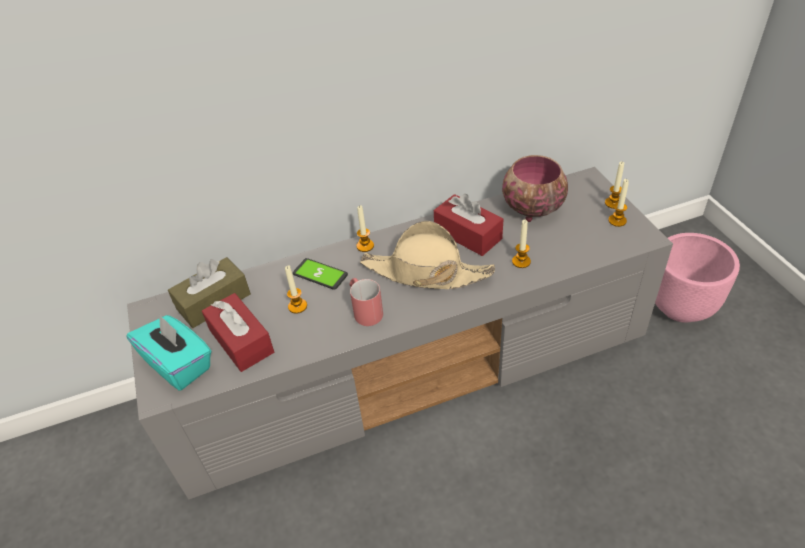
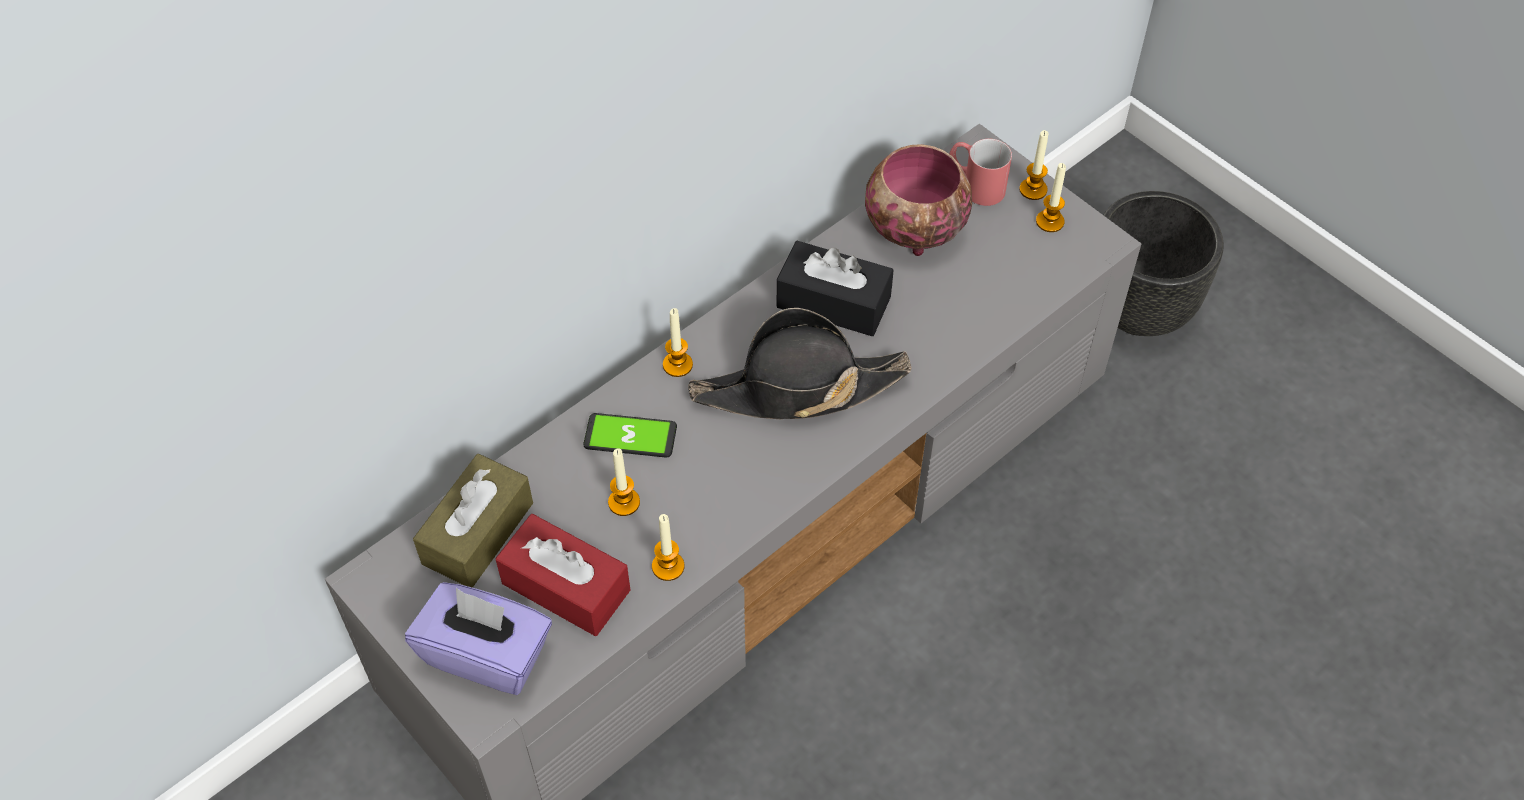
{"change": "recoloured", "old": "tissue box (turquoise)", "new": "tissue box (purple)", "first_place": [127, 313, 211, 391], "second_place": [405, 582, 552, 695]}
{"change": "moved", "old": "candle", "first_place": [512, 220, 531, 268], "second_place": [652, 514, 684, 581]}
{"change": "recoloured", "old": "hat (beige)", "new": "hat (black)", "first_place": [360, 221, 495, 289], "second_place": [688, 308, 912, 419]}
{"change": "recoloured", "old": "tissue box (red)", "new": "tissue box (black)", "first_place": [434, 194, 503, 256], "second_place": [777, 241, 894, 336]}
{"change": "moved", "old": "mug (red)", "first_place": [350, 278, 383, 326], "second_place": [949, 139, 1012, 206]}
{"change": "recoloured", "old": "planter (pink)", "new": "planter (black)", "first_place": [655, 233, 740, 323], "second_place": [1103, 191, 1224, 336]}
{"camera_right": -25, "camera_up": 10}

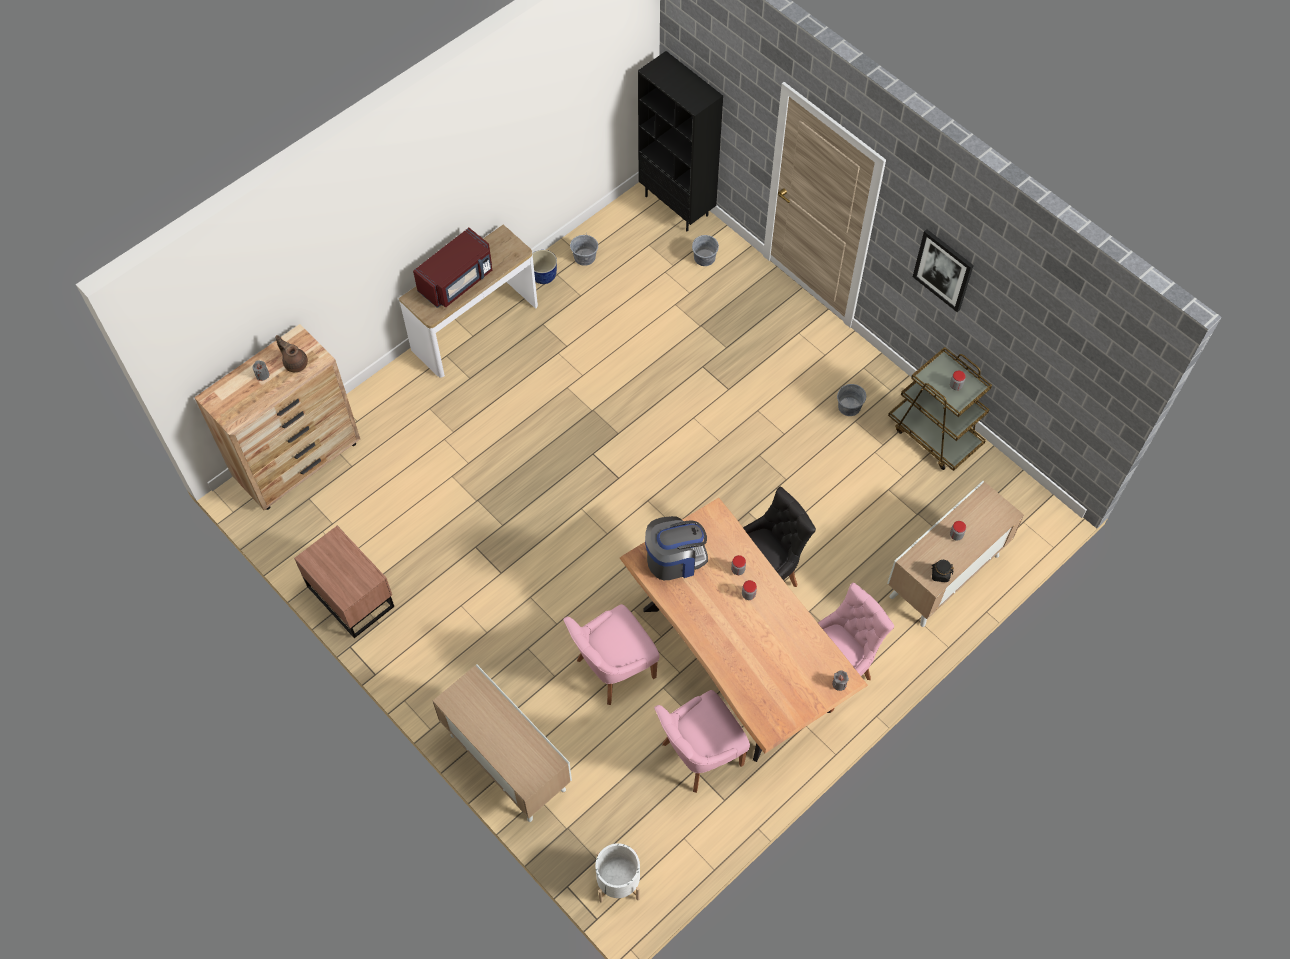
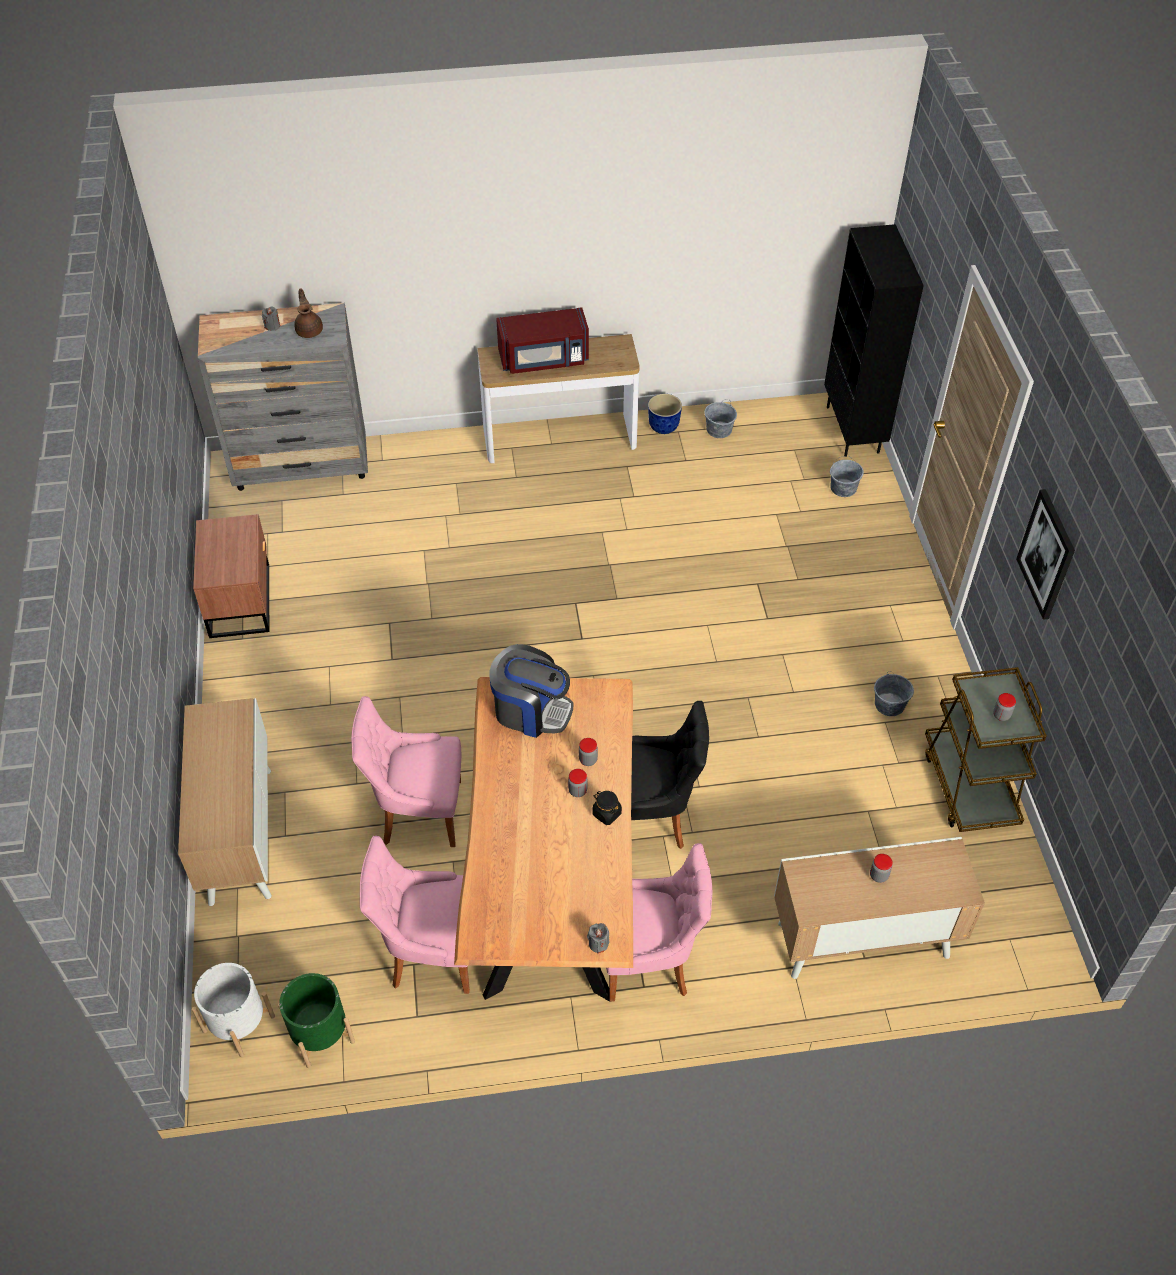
{"change": "recoloured", "old": "dresser (brown)", "new": "dresser (grey)", "first_place": [194, 324, 360, 510], "second_place": [198, 303, 368, 491]}
{"change": "added", "new": "planter (green)", "second_place": [278, 973, 355, 1068]}
{"change": "moved", "old": "jar (black)", "first_place": [931, 560, 954, 582], "second_place": [592, 791, 622, 825]}
{"camera_right": 35, "camera_up": -10}

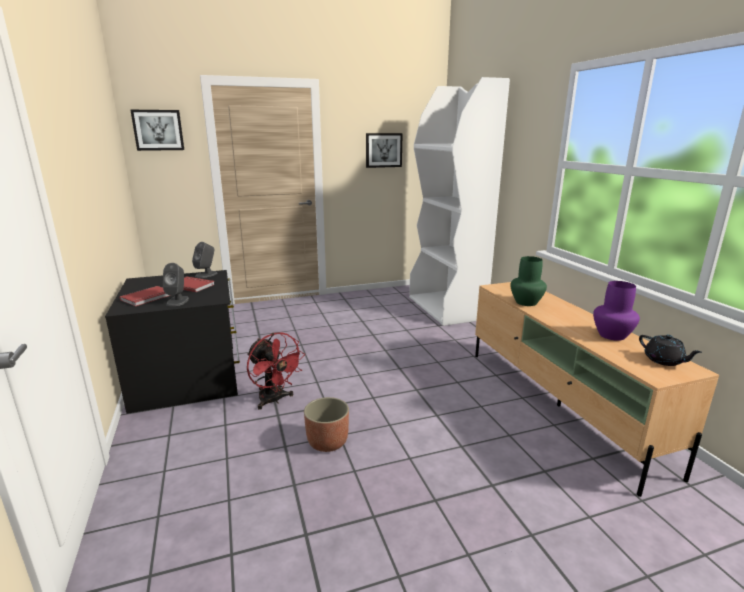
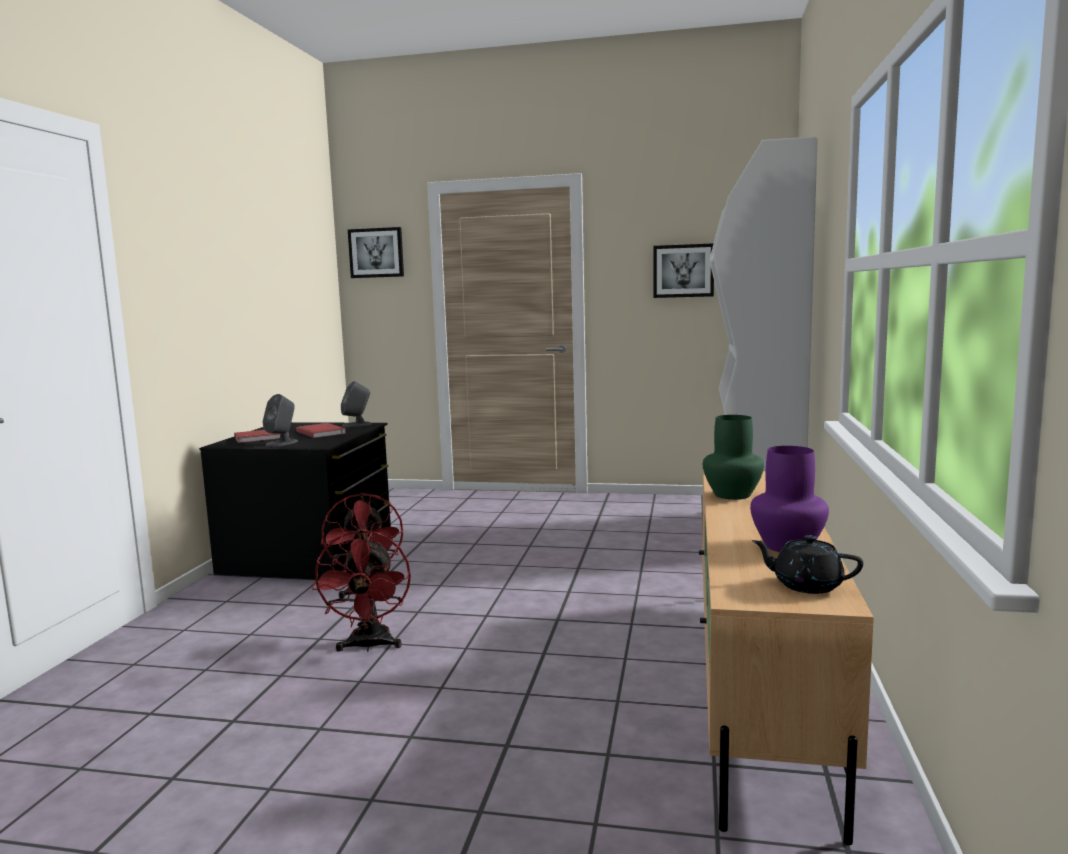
{"change": "replaced", "old": "planter", "new": "fan (red)", "first_place": [304, 397, 349, 452], "second_place": [312, 529, 411, 652]}
{"change": "turned", "old": "teapot (black)", "first_place": [639, 335, 702, 366], "second_place": [752, 535, 863, 594], "degrees": 120}
{"camera_right": 30, "camera_up": -10}

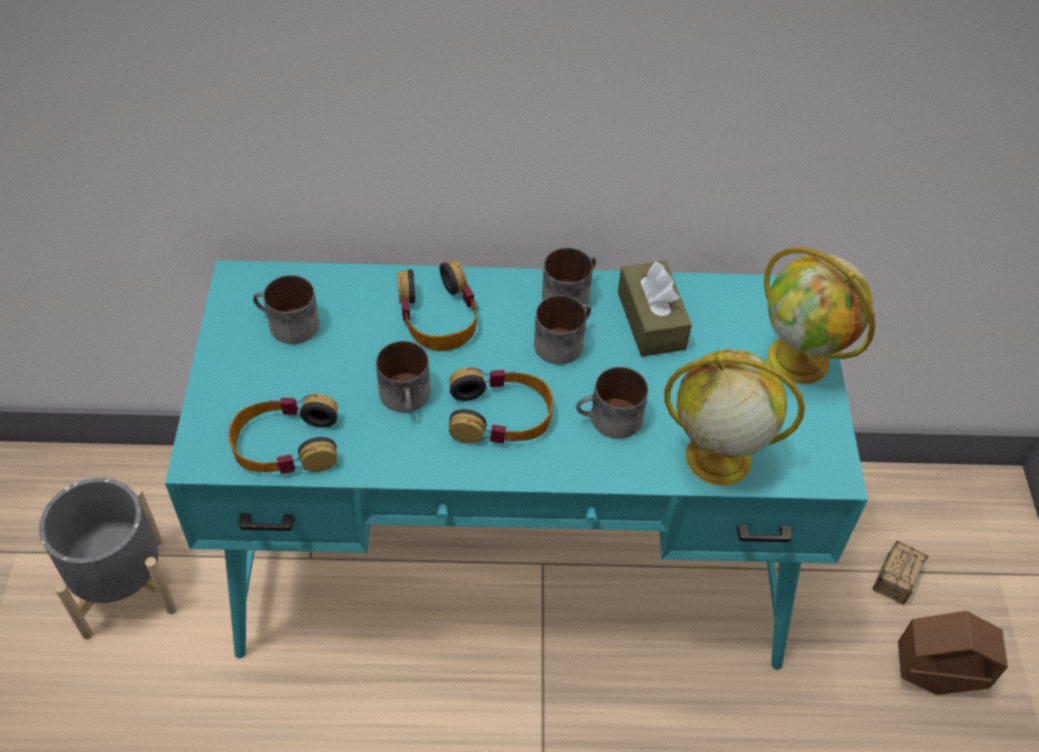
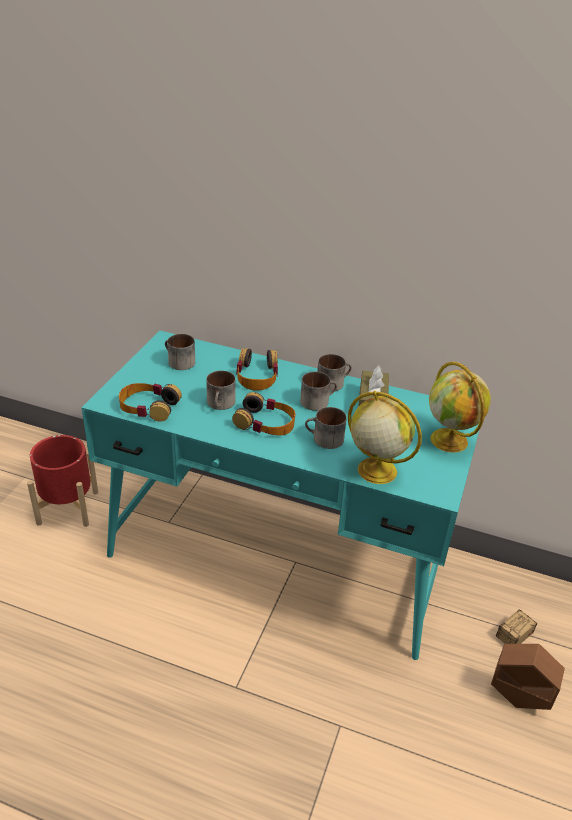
{"change": "recoloured", "old": "planter (grey)", "new": "planter (red)", "first_place": [39, 478, 177, 639], "second_place": [27, 435, 98, 527]}
{"camera_right": 20, "camera_up": -15}

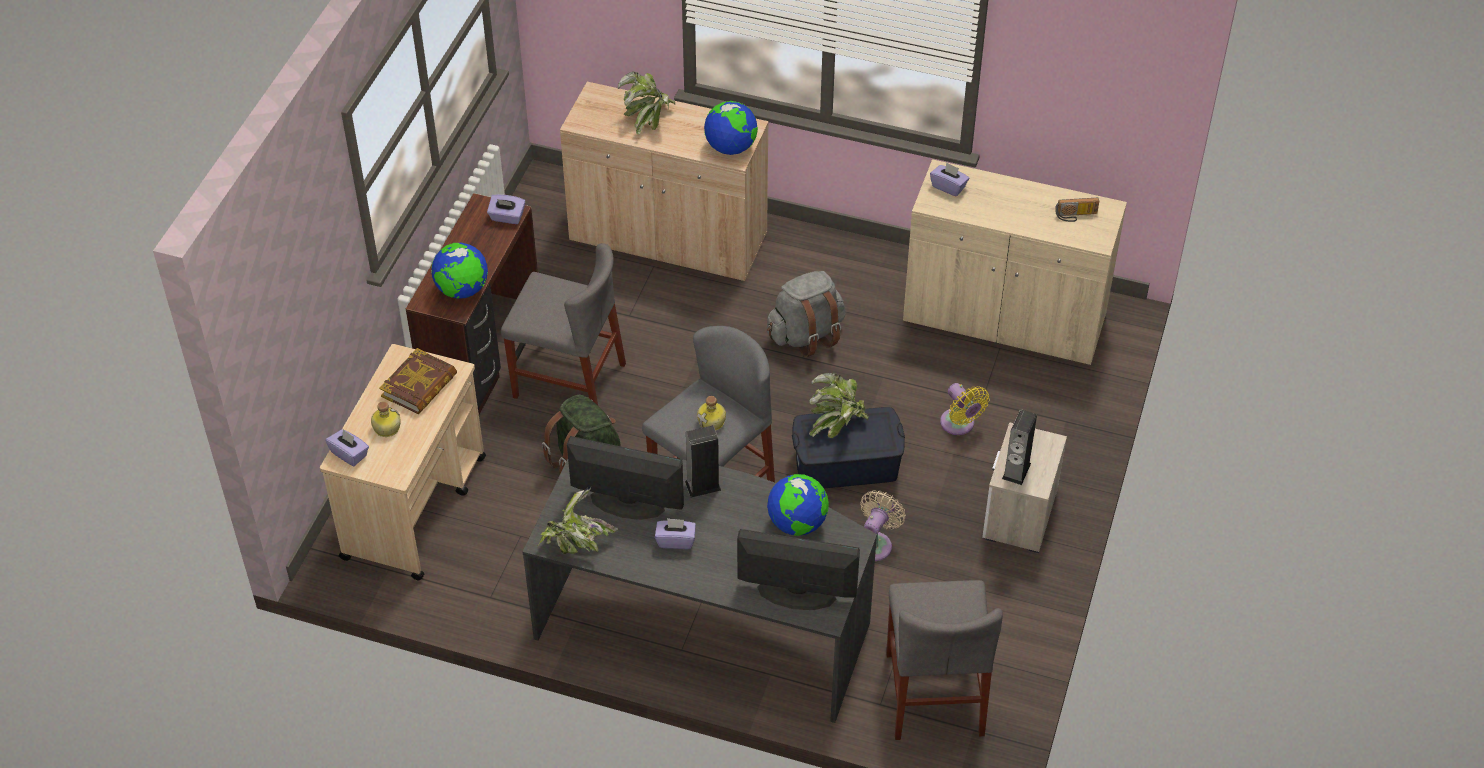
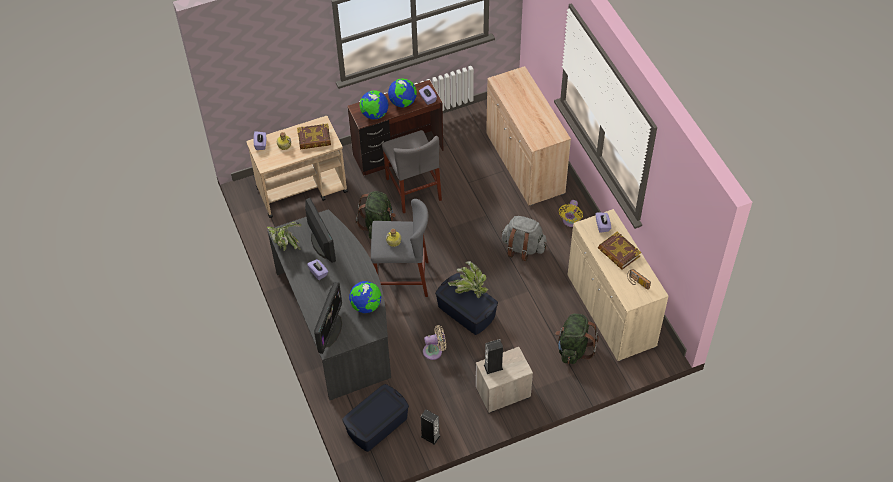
{"change": "turned", "old": "monitor", "first_place": [737, 529, 860, 610], "second_place": [314, 282, 342, 354], "degrees": 45}
{"change": "replaced", "old": "chair (grey)", "new": "storage box (blue)", "first_place": [886, 580, 1003, 740], "second_place": [342, 384, 409, 452]}
{"change": "moved", "old": "globe", "first_place": [704, 101, 758, 155], "second_place": [388, 78, 417, 107]}
{"change": "moved", "old": "speaker", "first_place": [685, 425, 721, 497], "second_place": [421, 409, 441, 445]}
{"change": "added", "new": "backpack (green)", "second_place": [555, 314, 599, 364]}
{"change": "moved", "old": "fan (yellow)", "first_place": [940, 383, 989, 435], "second_place": [559, 200, 583, 227]}
{"change": "added", "new": "book", "second_place": [598, 232, 641, 270]}
{"change": "removed", "old": "potted plant", "first_place": [618, 72, 675, 135]}
{"camera_right": 50, "camera_up": 5}

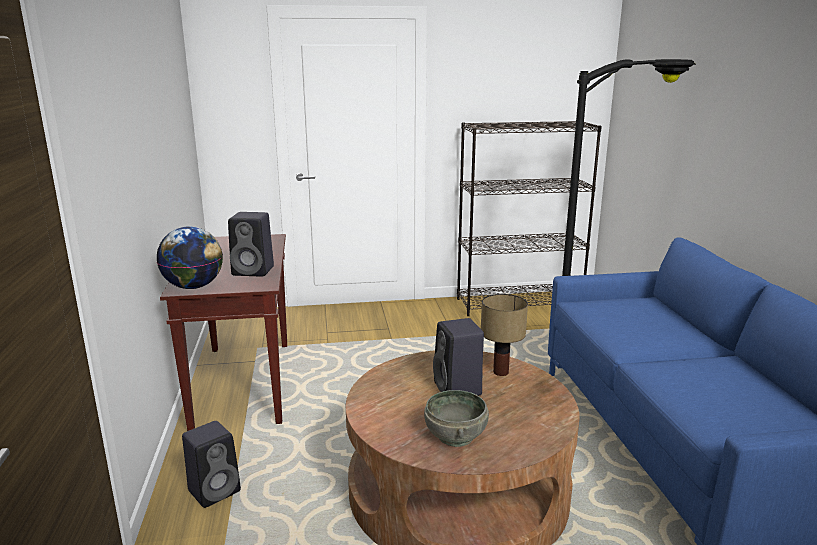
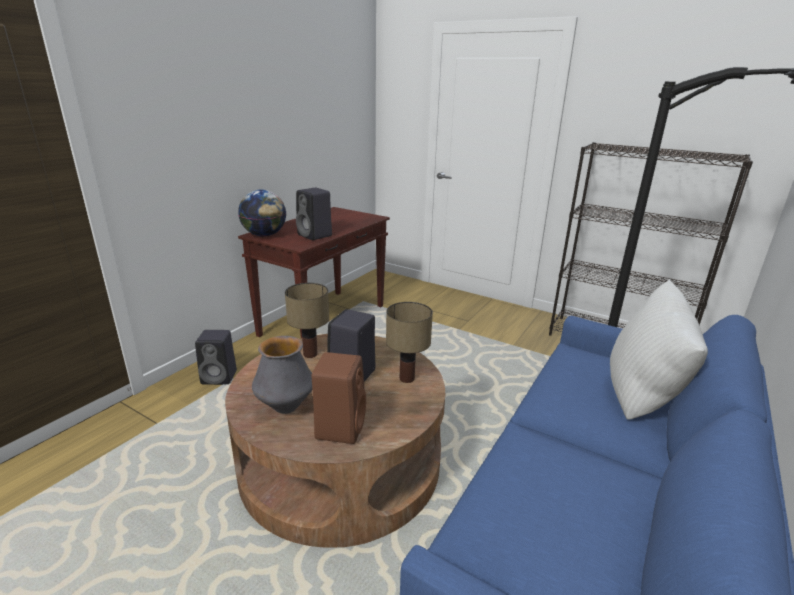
{"change": "replaced", "old": "bowl (grey)", "new": "vase", "first_place": [424, 390, 489, 447], "second_place": [252, 336, 312, 414]}
{"change": "added", "new": "table lamp", "second_place": [285, 283, 329, 358]}
{"change": "added", "new": "speaker (brown)", "second_place": [311, 352, 366, 444]}
{"change": "added", "new": "pillow (white)", "second_place": [610, 279, 708, 420]}
{"camera_right": 40, "camera_up": 5}

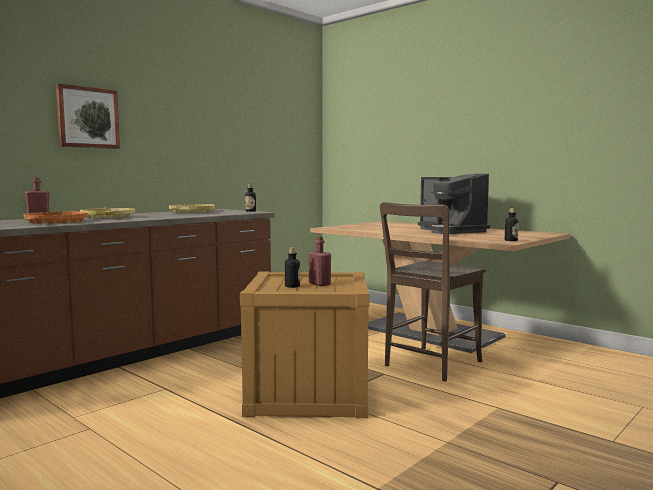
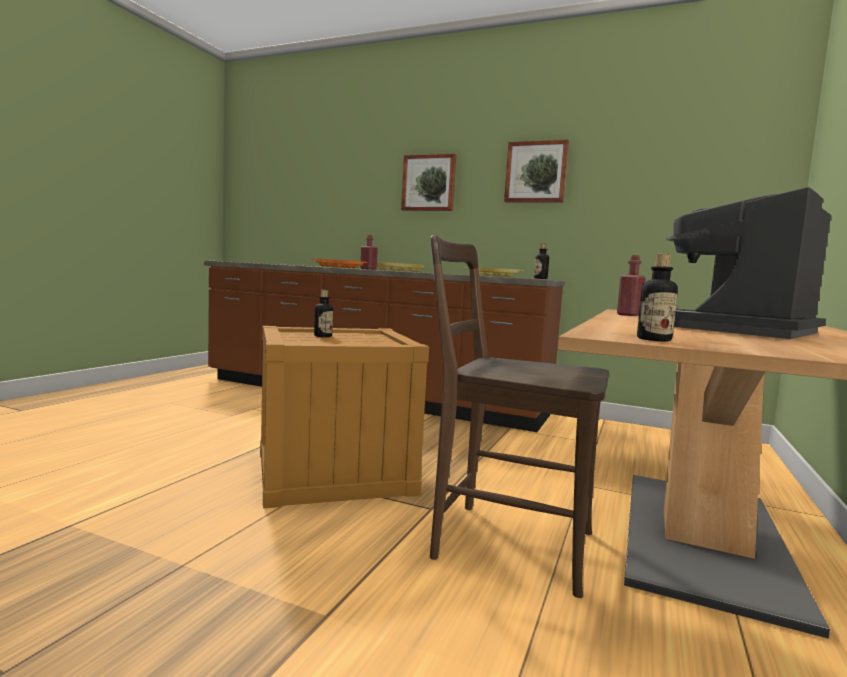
{"change": "added", "new": "picture", "second_place": [504, 139, 569, 202]}
{"change": "moved", "old": "bottle (red)", "first_place": [308, 236, 331, 286], "second_place": [617, 255, 646, 316]}
{"camera_right": 70, "camera_up": 0}

